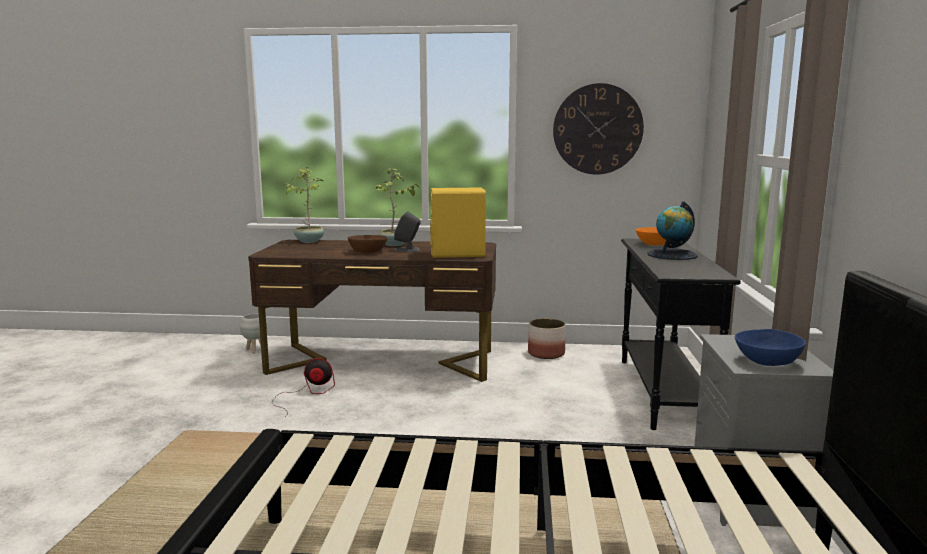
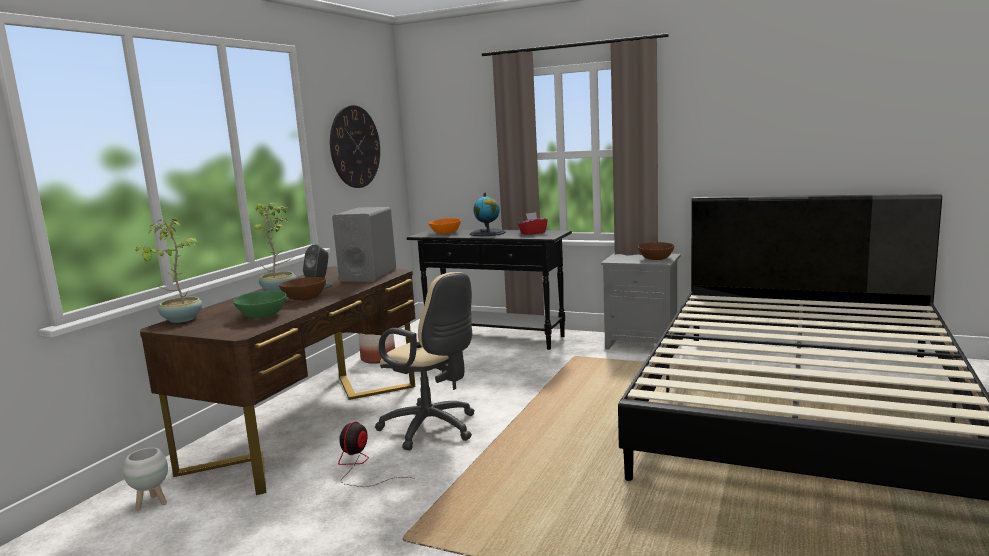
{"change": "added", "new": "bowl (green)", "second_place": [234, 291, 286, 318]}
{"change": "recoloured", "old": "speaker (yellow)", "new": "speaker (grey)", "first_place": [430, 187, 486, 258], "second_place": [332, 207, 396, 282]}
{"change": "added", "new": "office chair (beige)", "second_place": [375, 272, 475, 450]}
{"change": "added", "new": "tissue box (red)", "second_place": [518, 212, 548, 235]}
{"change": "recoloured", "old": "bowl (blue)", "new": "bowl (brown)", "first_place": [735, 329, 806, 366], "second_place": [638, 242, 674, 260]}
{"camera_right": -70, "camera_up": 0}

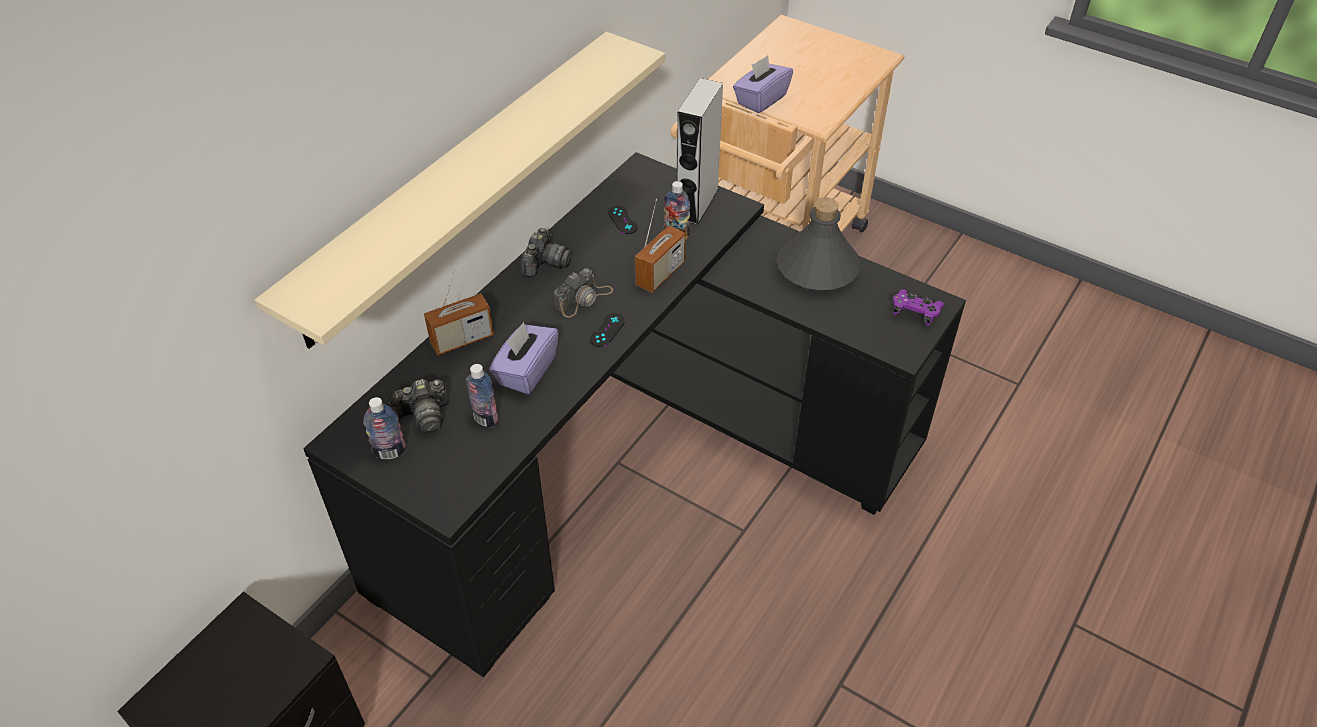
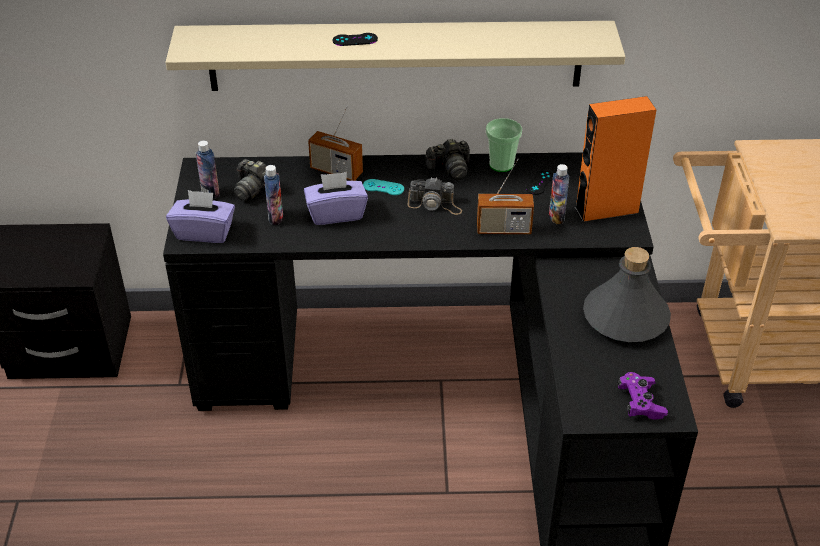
{"change": "moved", "old": "tissue box (purple)", "first_place": [733, 55, 793, 113], "second_place": [166, 190, 235, 243]}
{"change": "moved", "old": "game controller (black)", "first_place": [590, 313, 625, 347], "second_place": [332, 33, 378, 46]}
{"change": "added", "new": "game controller (turquoise)", "second_place": [363, 179, 404, 195]}
{"change": "added", "new": "cup", "second_place": [486, 118, 522, 172]}
{"change": "recoloured", "old": "speaker (grey)", "new": "speaker (orange)", "first_place": [677, 78, 723, 225], "second_place": [575, 96, 656, 222]}
{"camera_right": 55, "camera_up": -5}

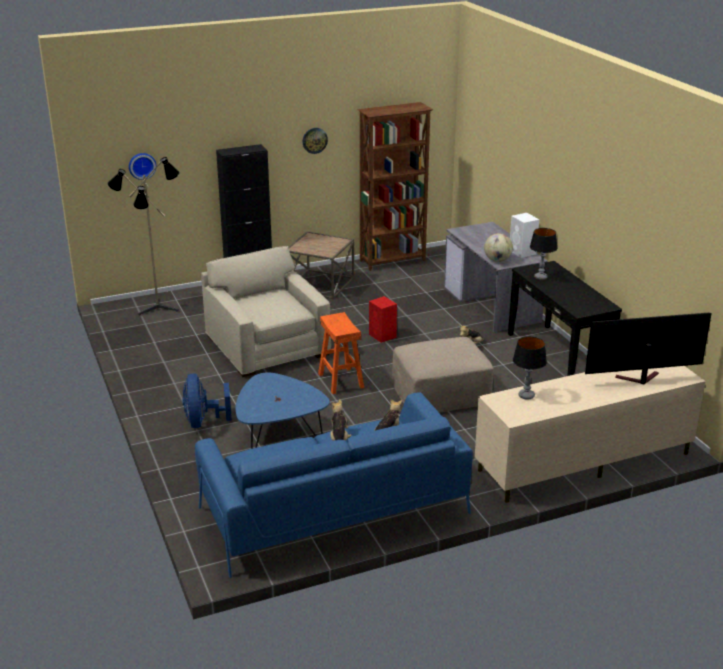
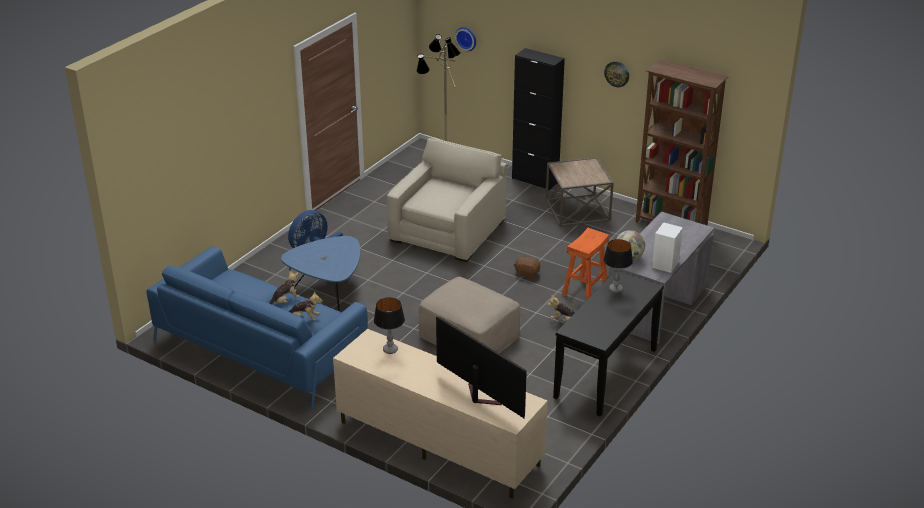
{"change": "replaced", "old": "speaker (red)", "new": "plush toy (brown)", "first_place": [369, 296, 397, 343], "second_place": [514, 255, 540, 279]}
{"change": "moved", "old": "stool (orange)", "first_place": [318, 312, 364, 394], "second_place": [562, 228, 609, 301]}
{"camera_right": 55, "camera_up": 5}

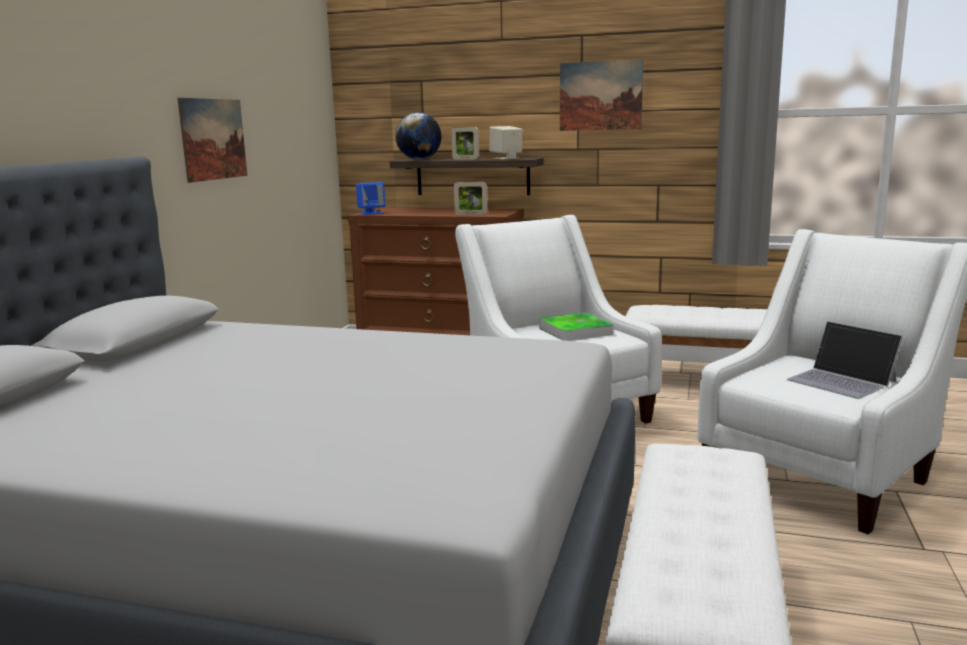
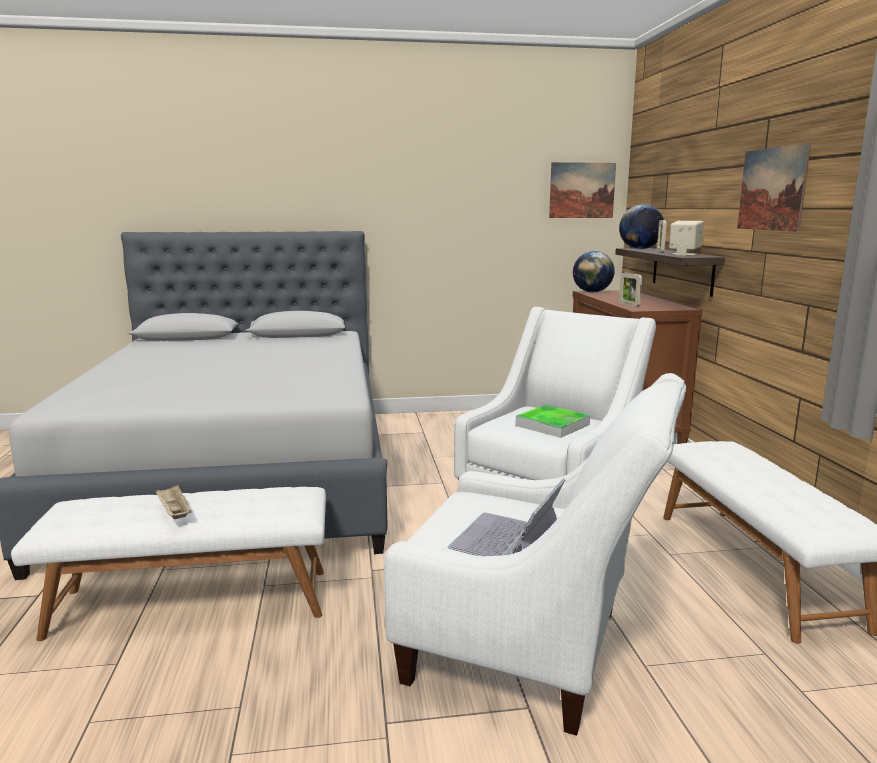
{"change": "added", "new": "tray (beige)", "second_place": [155, 485, 192, 519]}
{"change": "moved", "old": "picture", "first_place": [177, 98, 247, 183], "second_place": [549, 162, 616, 218]}
{"change": "replaced", "old": "speaker (blue)", "new": "globe", "first_place": [356, 182, 386, 215], "second_place": [573, 251, 615, 293]}
{"camera_right": 65, "camera_up": 0}

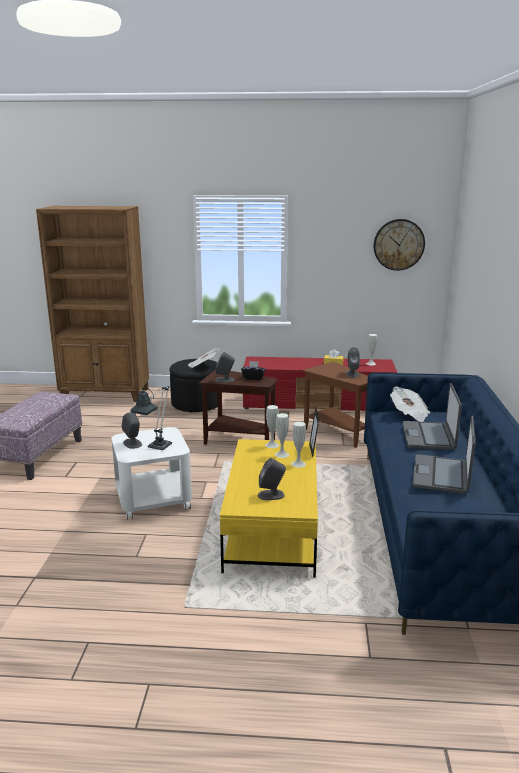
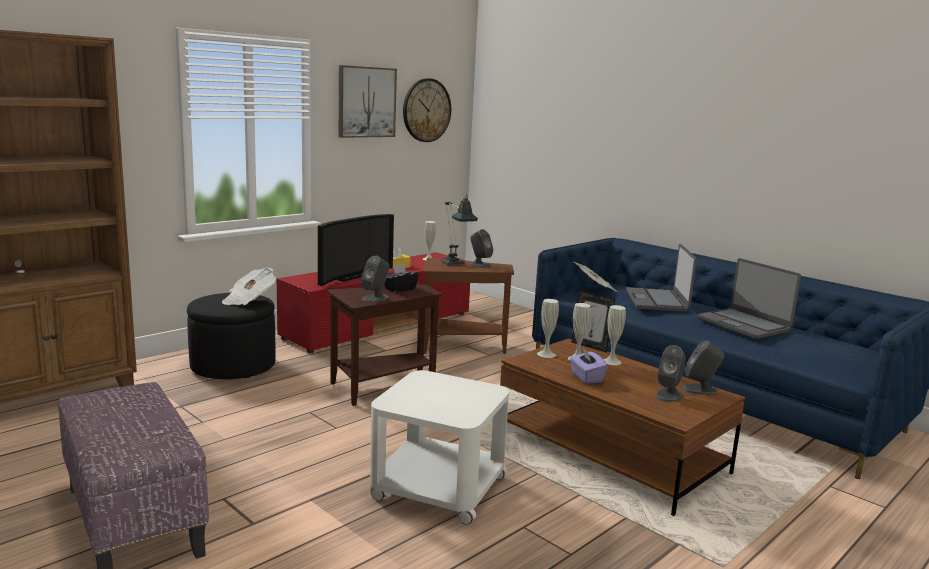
{"change": "added", "new": "television", "second_place": [318, 214, 394, 286]}
{"change": "added", "new": "picture", "second_place": [339, 65, 397, 138]}
{"change": "moved", "old": "table lamp", "first_place": [130, 386, 172, 450], "second_place": [440, 197, 478, 265]}
{"change": "recoloured", "old": "coffee table (yellow)", "new": "coffee table (brown)", "first_place": [220, 439, 318, 577], "second_place": [500, 338, 745, 516]}
{"change": "added", "new": "tissue box (purple)", "second_place": [570, 348, 608, 384]}
{"change": "turned", "old": "laptop", "first_place": [402, 383, 462, 450], "second_place": [626, 244, 697, 312], "degrees": 45}
{"change": "moved", "old": "speaker (grey)", "first_place": [122, 412, 142, 449], "second_place": [683, 341, 724, 395]}
{"camera_right": -50, "camera_up": -5}

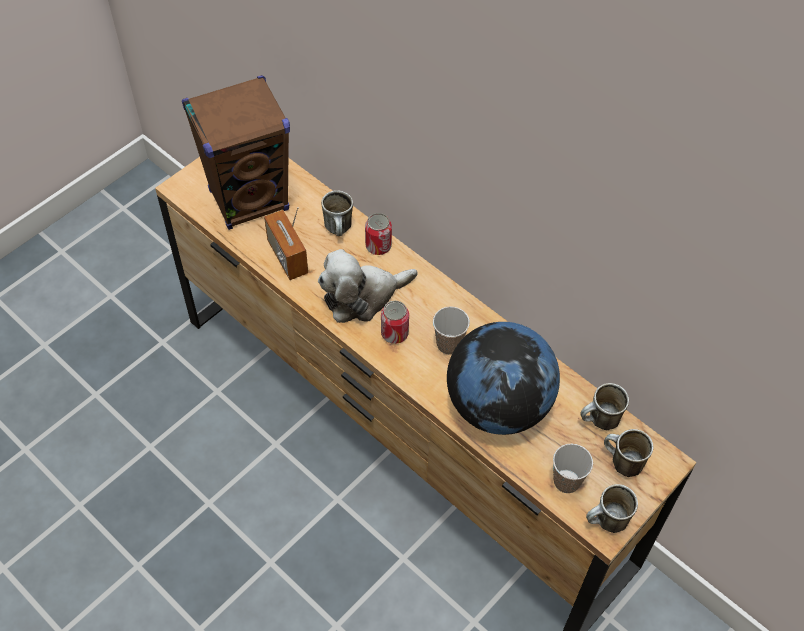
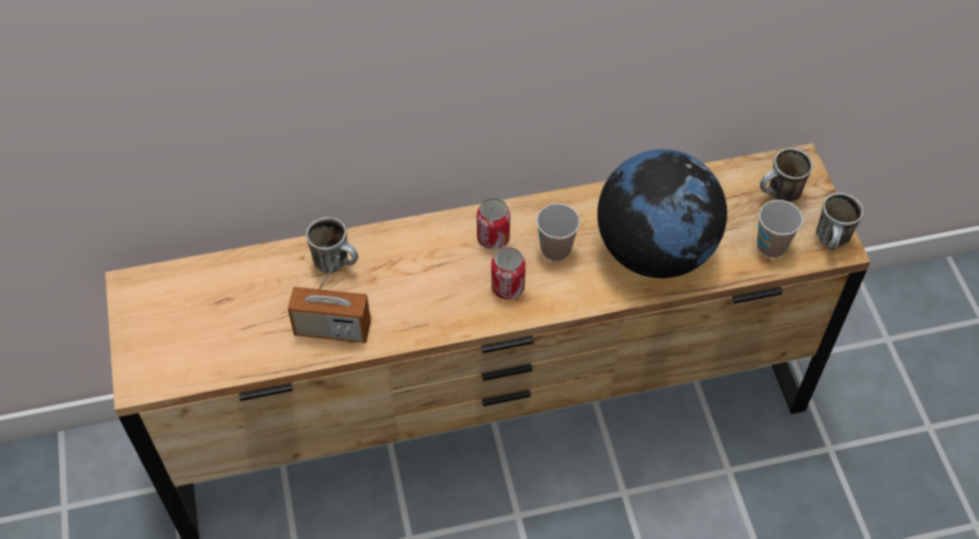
{"change": "moved", "old": "can", "first_place": [365, 213, 392, 255], "second_place": [477, 198, 510, 250]}
{"change": "removed", "old": "speaker (brown)", "first_place": [182, 75, 290, 230]}
{"change": "removed", "old": "plush toy", "first_place": [318, 249, 418, 323]}
{"change": "removed", "old": "mug", "first_place": [580, 383, 629, 430]}
{"camera_right": -55, "camera_up": 0}

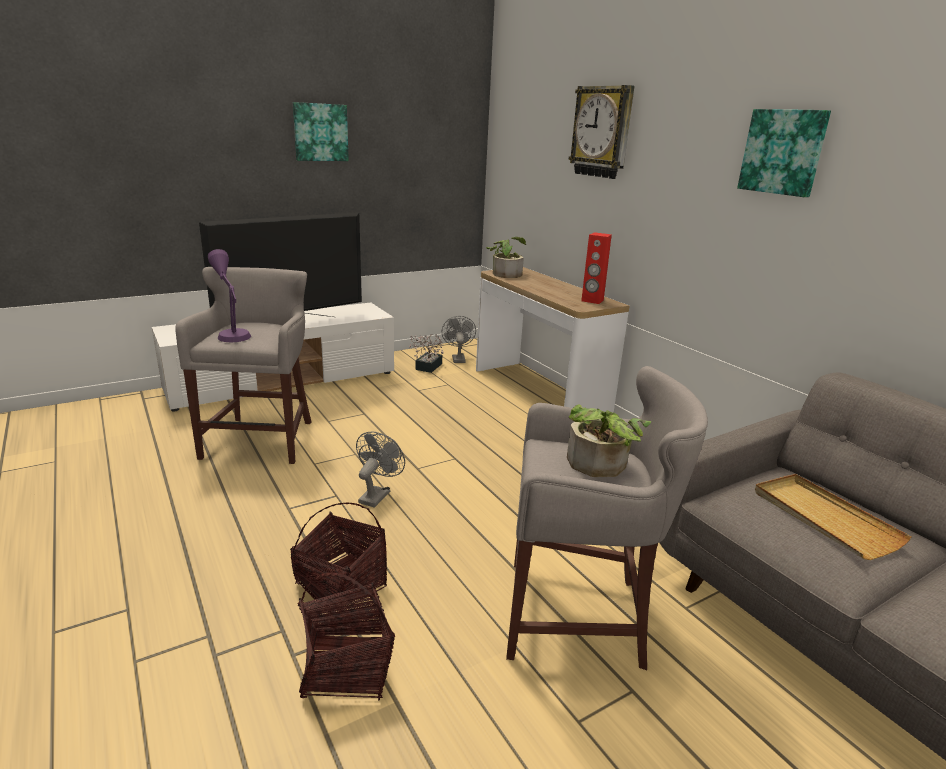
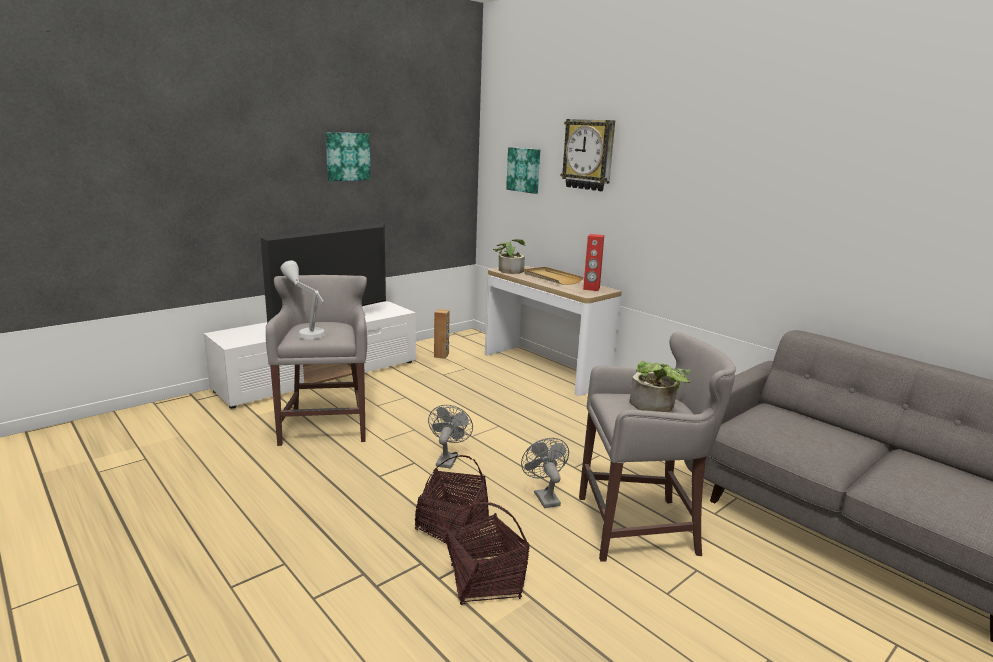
{"change": "recoloured", "old": "table lamp (purple)", "new": "table lamp (grey)", "first_place": [208, 249, 251, 342], "second_place": [280, 261, 326, 339]}
{"change": "replaced", "old": "potted plant", "new": "speaker (brown)", "first_place": [409, 334, 444, 373], "second_place": [434, 309, 450, 359]}
{"change": "moved", "old": "picture", "first_place": [737, 109, 831, 197], "second_place": [506, 147, 540, 194]}
{"change": "moved", "old": "fan (grey)", "first_place": [442, 316, 476, 363], "second_place": [521, 438, 569, 508]}
{"change": "moved", "old": "tray (beige)", "first_place": [755, 474, 912, 560], "second_place": [524, 267, 583, 285]}
{"camera_right": -10, "camera_up": -5}

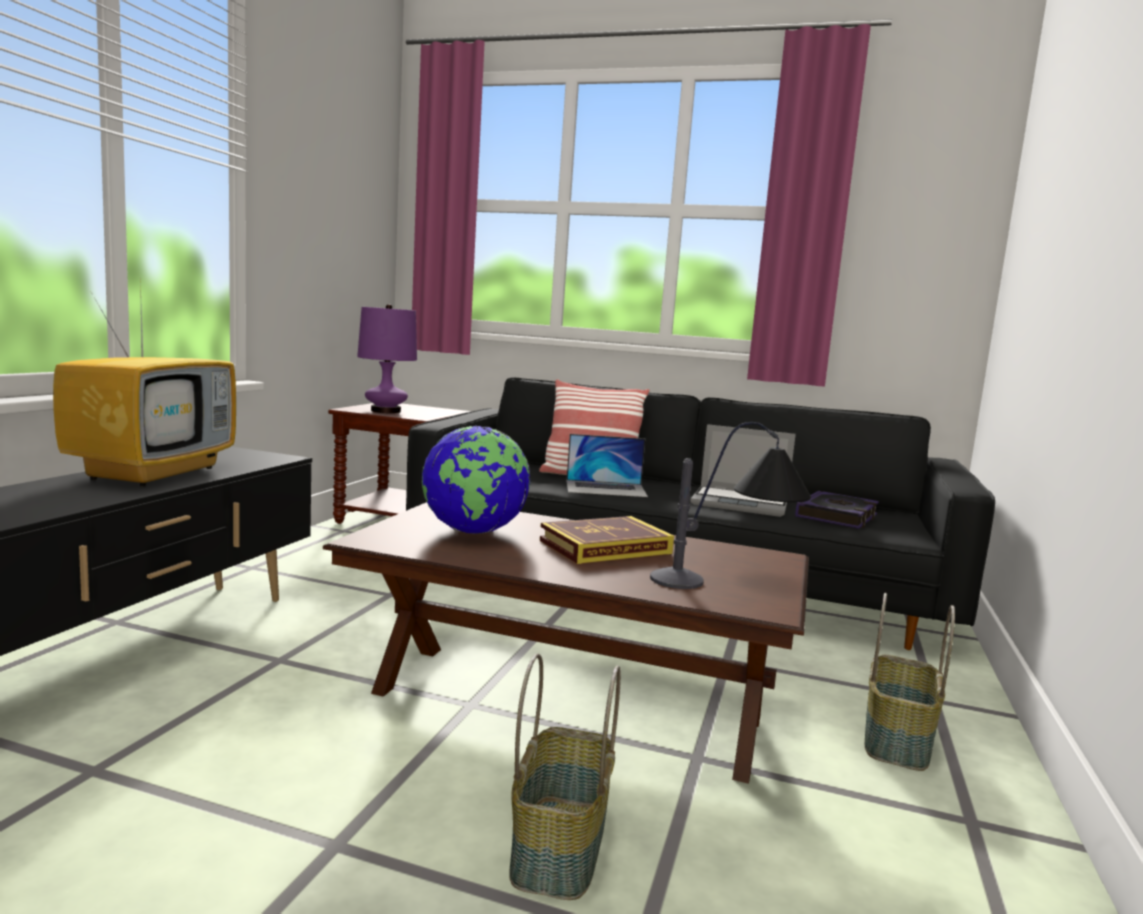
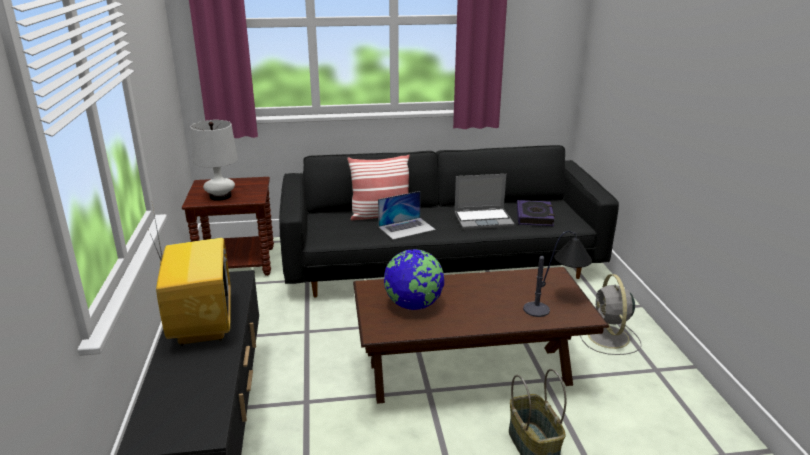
{"change": "recoloured", "old": "table lamp (purple)", "new": "table lamp (white)", "first_place": [357, 304, 417, 413], "second_place": [191, 120, 238, 201]}
{"change": "replaced", "old": "basket", "new": "fan (grey)", "first_place": [865, 593, 955, 771], "second_place": [580, 274, 642, 355]}
{"change": "removed", "old": "book", "first_place": [540, 516, 674, 564]}
{"camera_right": -25, "camera_up": 15}

